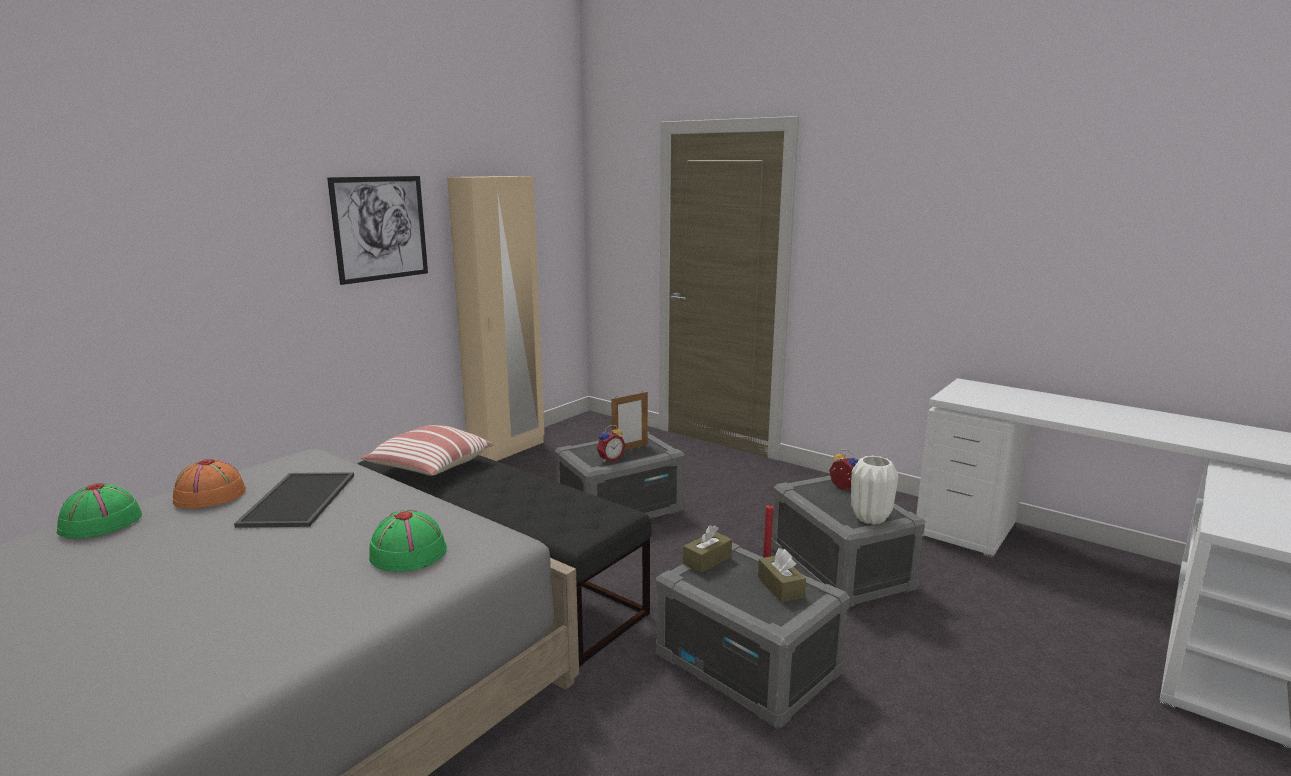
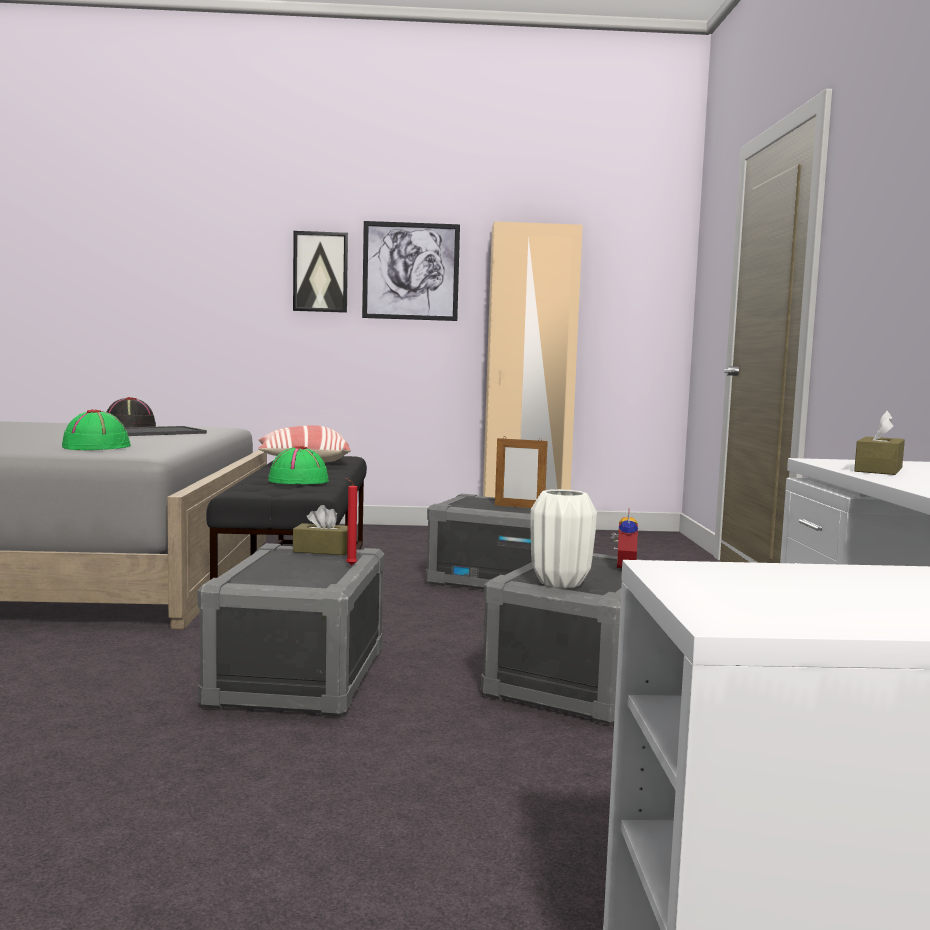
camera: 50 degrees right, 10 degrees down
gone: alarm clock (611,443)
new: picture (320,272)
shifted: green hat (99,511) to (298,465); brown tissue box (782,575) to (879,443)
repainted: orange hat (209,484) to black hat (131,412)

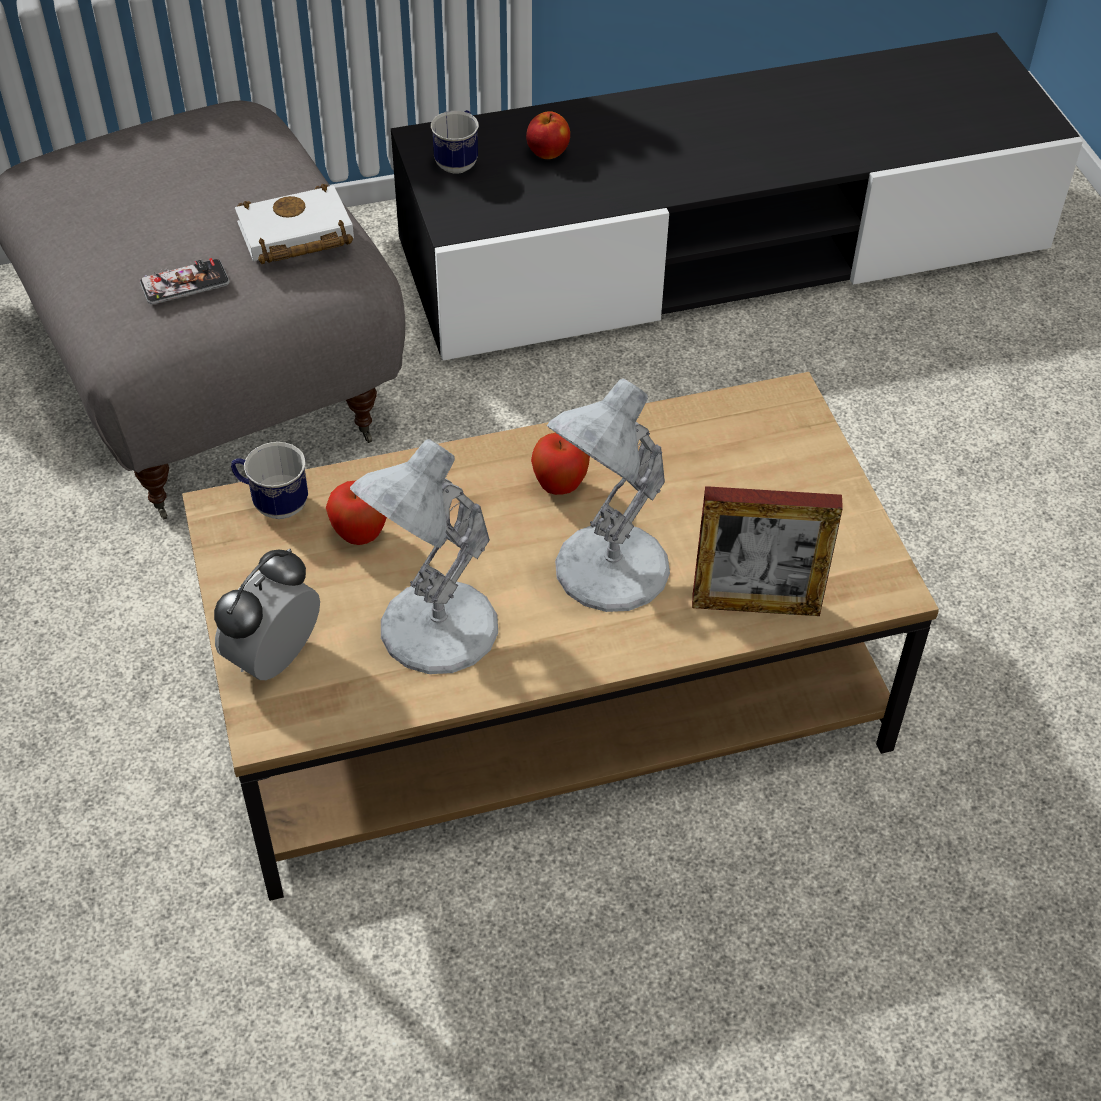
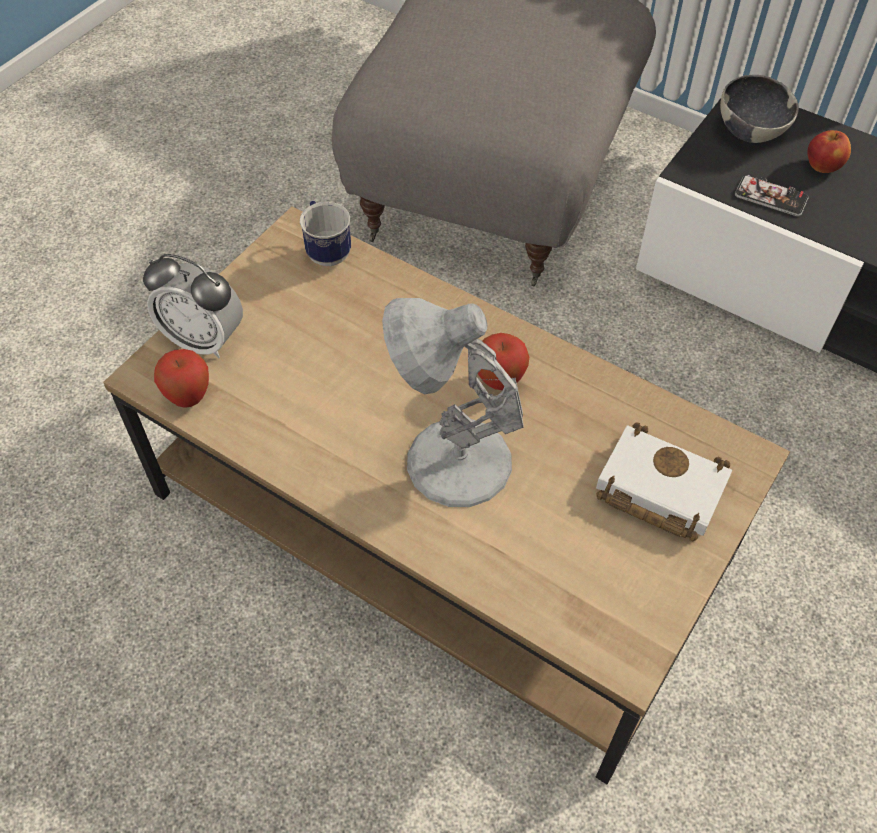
camera: 50 degrees right, 5 degrees up
gone: white table lamp (424,556); picture frame (767,551)
shifted: phone (185,281) to (771,195); white book (294,224) to (664,482); apple (356,512) to (181,378)
swapped: mug (455,142) to bowl (759,109)
rotated: alarm clock (267,614) = (193,306) 150 degrees counterclockwise

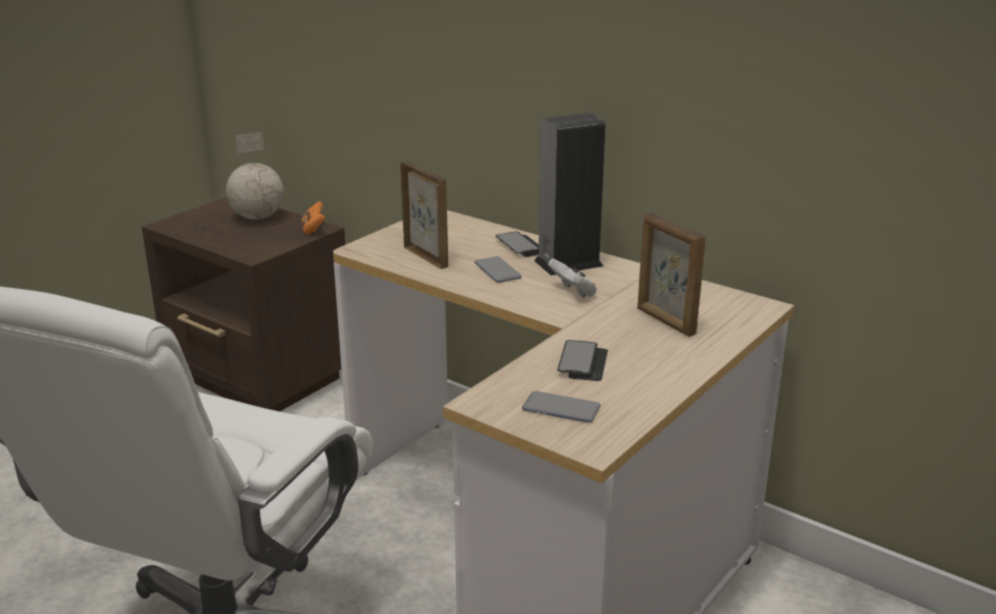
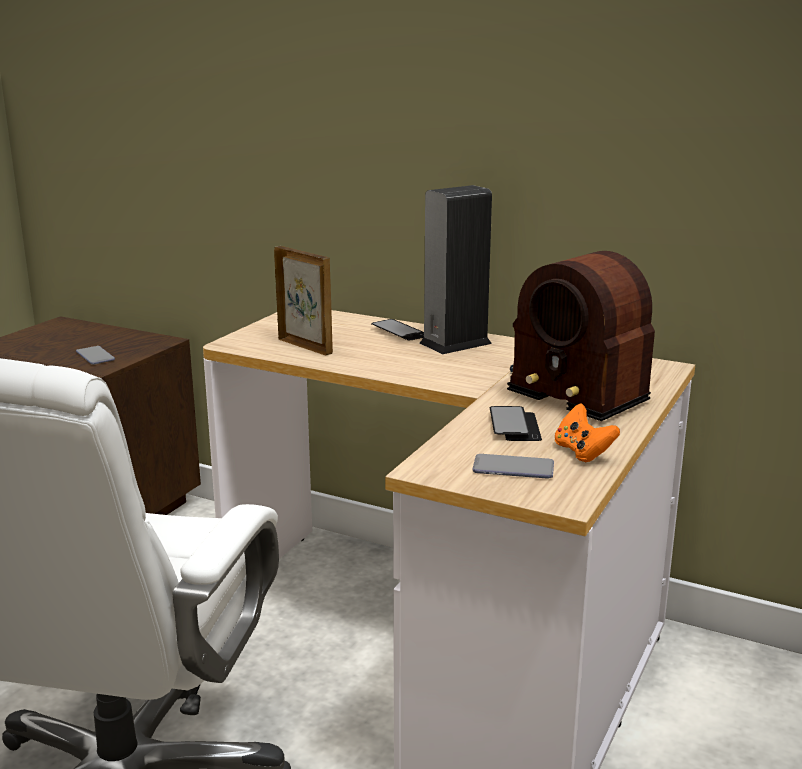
camera: 10 degrees left, 5 degrees down
gone: globe (255,176); white game controller (572,278)
shifted: orange game controller (313,217) to (587,432); phone (497,269) to (95,355)
swapped: picture frame (671,274) to radio (581,336)

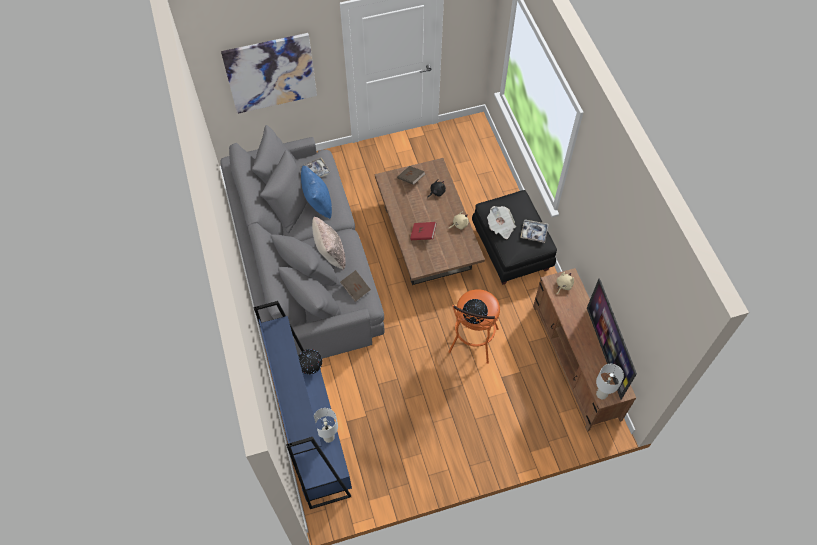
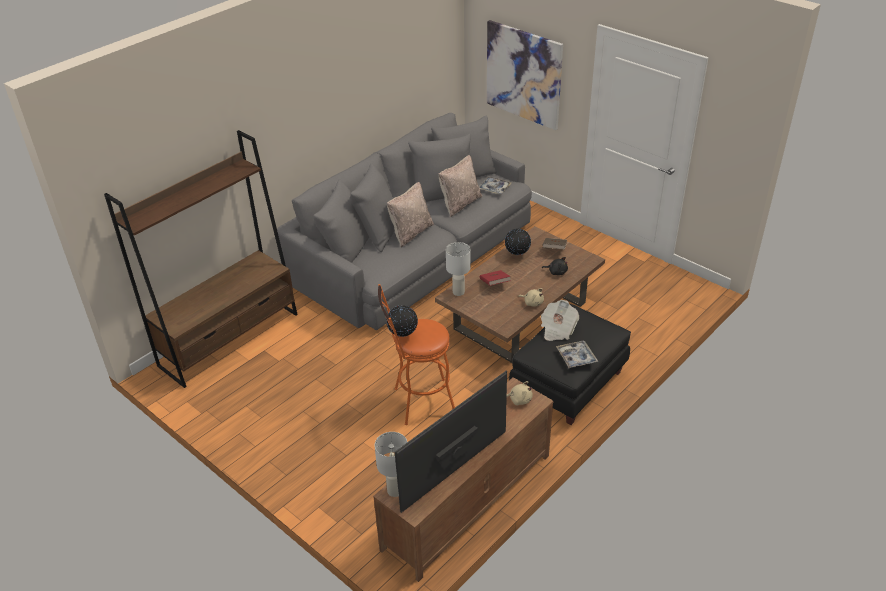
camera: 60 degrees right, 20 degrees down
gone: brown book (355,286)
shifted: globe (310,361) to (518,241); white table lamp (326,425) to (458,269)
repainted: blue bookcase (303,405) to brown bookcase (201,259); blue pillow (316,192) to beige pillow (460,186)

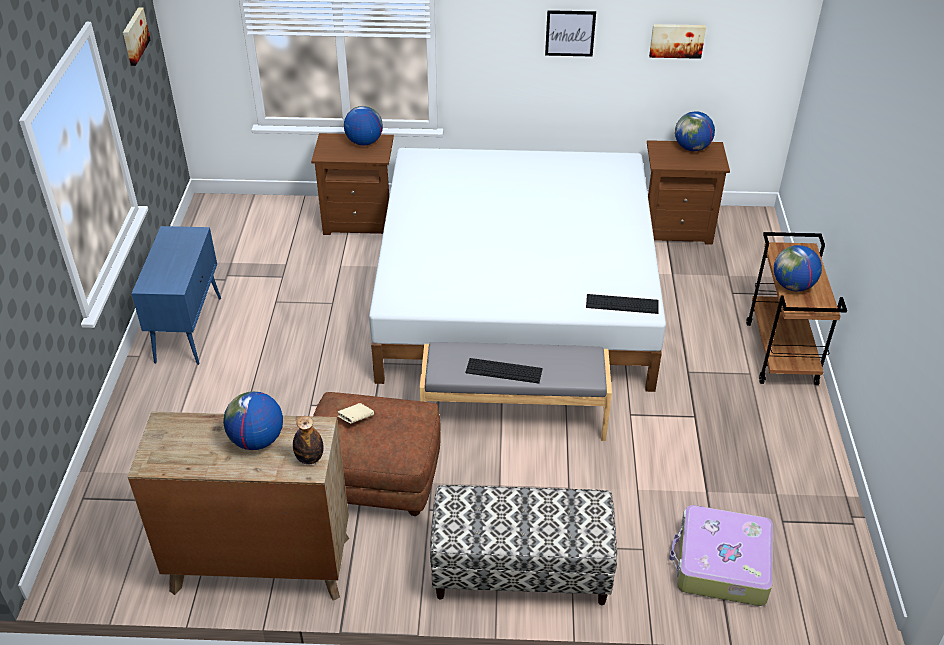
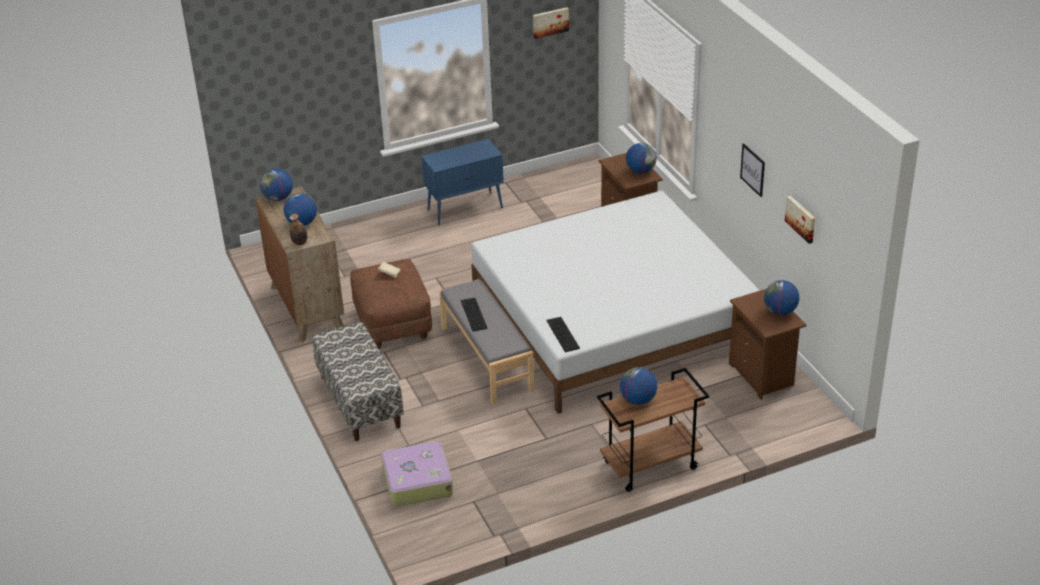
camera: 65 degrees right, 5 degrees down
new: globe (276,185)

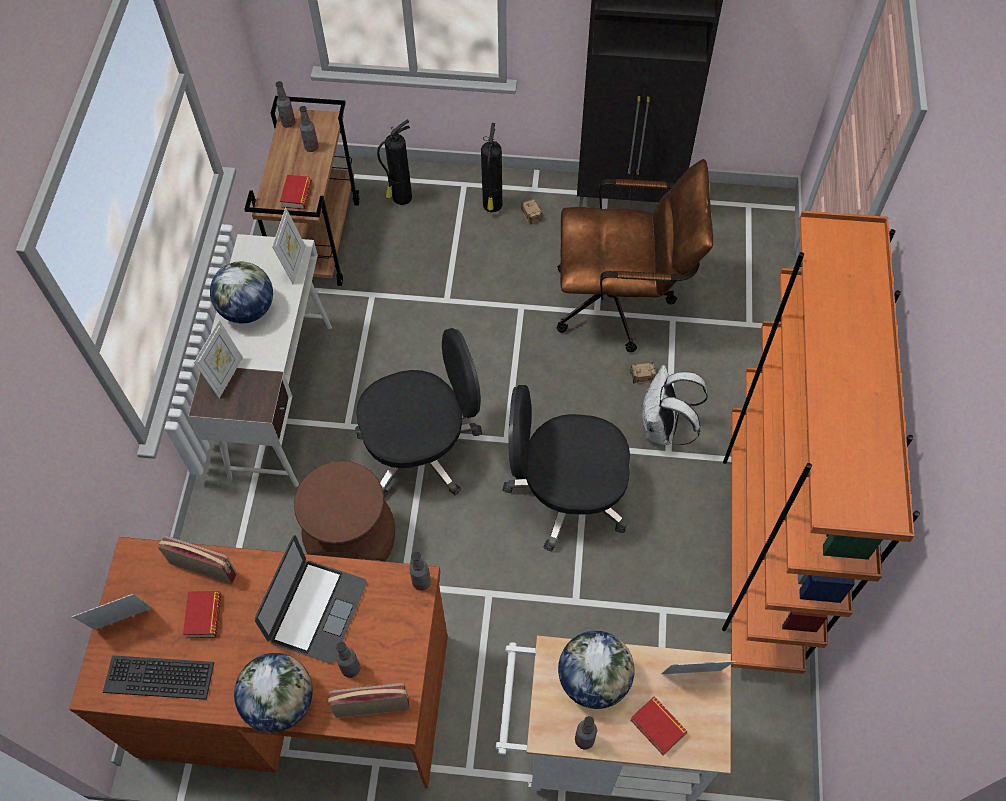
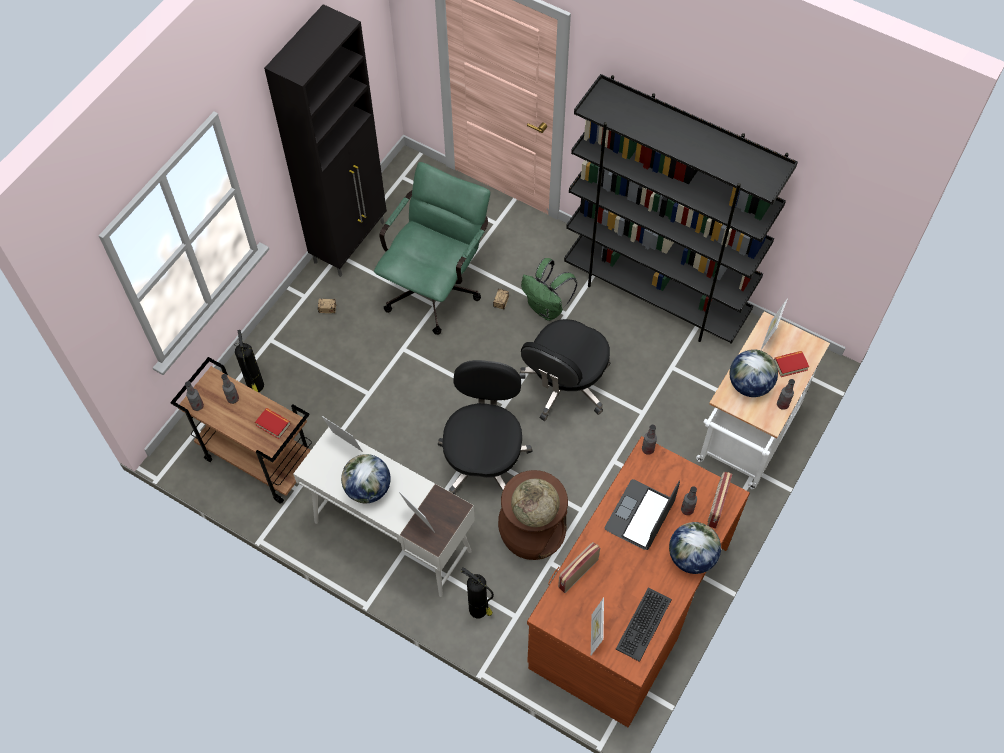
camera: 65 degrees left, 0 degrees up
gone: book (202,614)
new: globe (535,503)
shifted: fire extinguisher (491,167) to (477,592)
repainted: brown office chair (634,255) to green office chair (432,248); white backpack (675,405) to green backpack (549,289); orange bookcase (821,442) to black bookcase (681,209)
rotated: laptop (311,599) = (642,514) 105 degrees counterclockwise

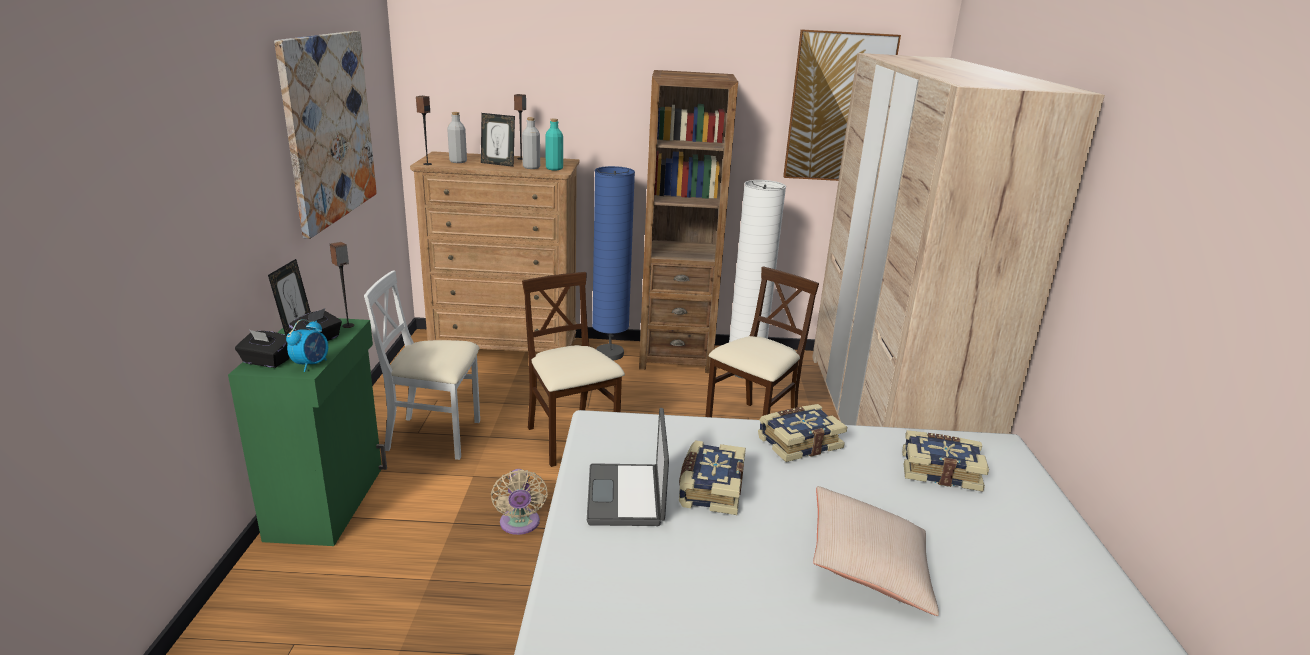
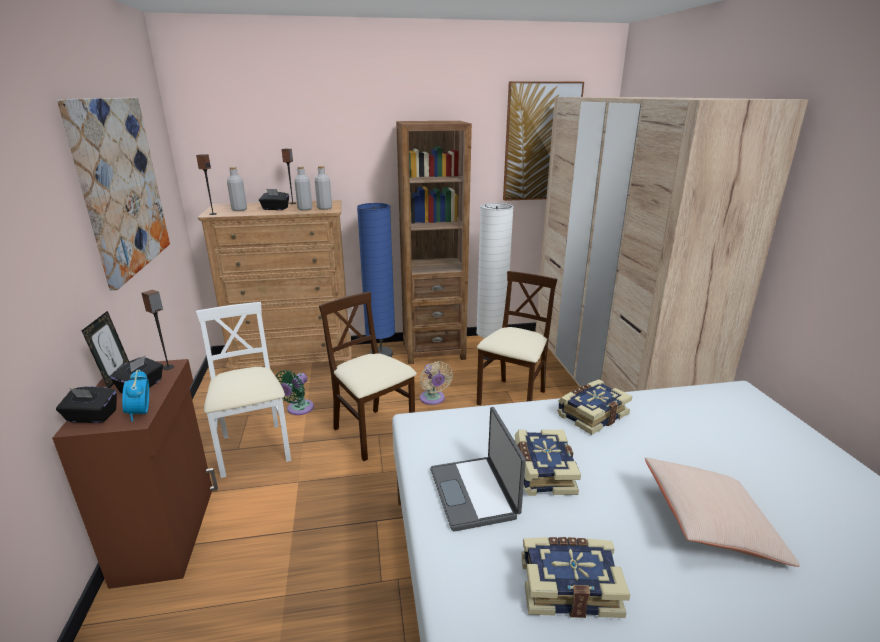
camera: 10 degrees left, 0 degrees up
new: green fan (295,392)
shifted: beige fan (519,502) to (436,383); book (945,461) to (576,577)
swapped: picture frame (498,140) to black tissue box (274,199)
repainted: green cabinet (307,432) to brown cabinet (135,474); turquoise bottle (554,144) to grey bottle (323,188)
rotated: alarm clock (307,345) = (135,396) 150 degrees clockwise; white chair (422,365) = (243,390) 75 degrees clockwise

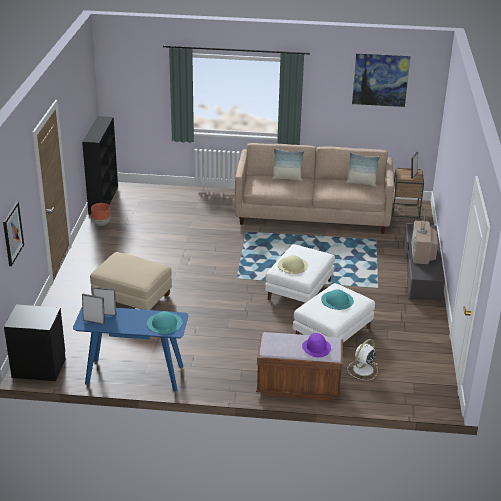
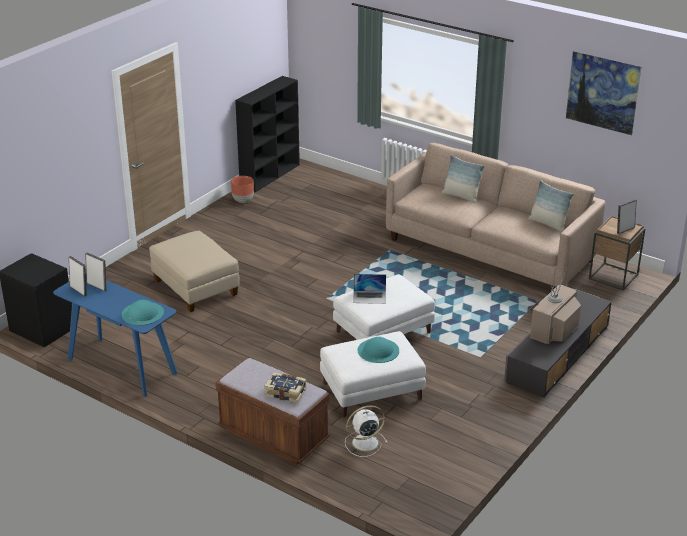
camera: 30 degrees right, 0 degrees up
gone: picture (13,233)
swapped: beige hat (293,264) to laptop (369,289); purple hat (316,345) to book (285,387)

